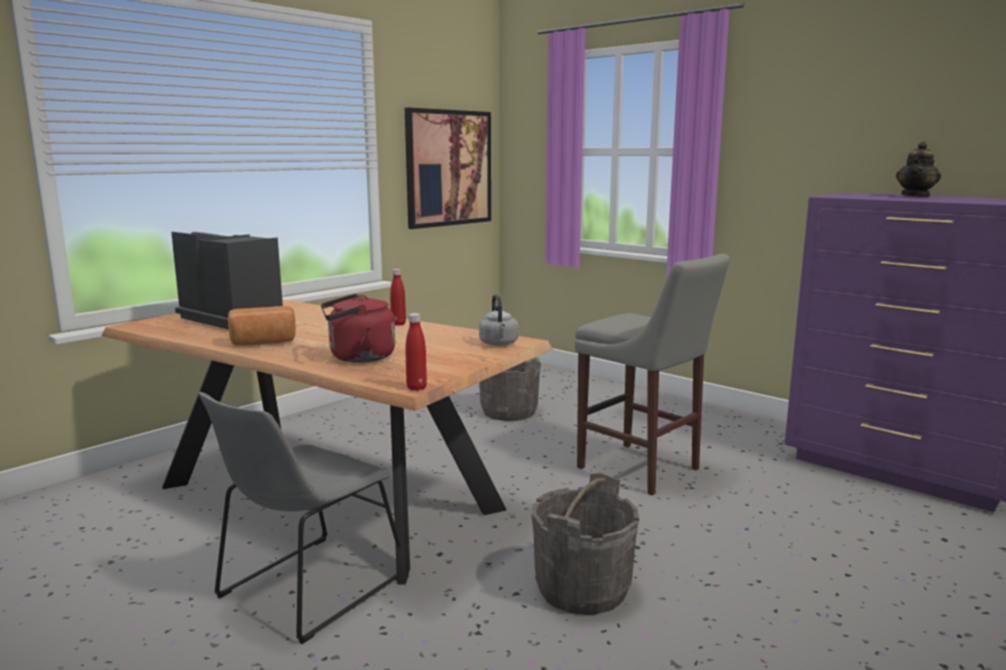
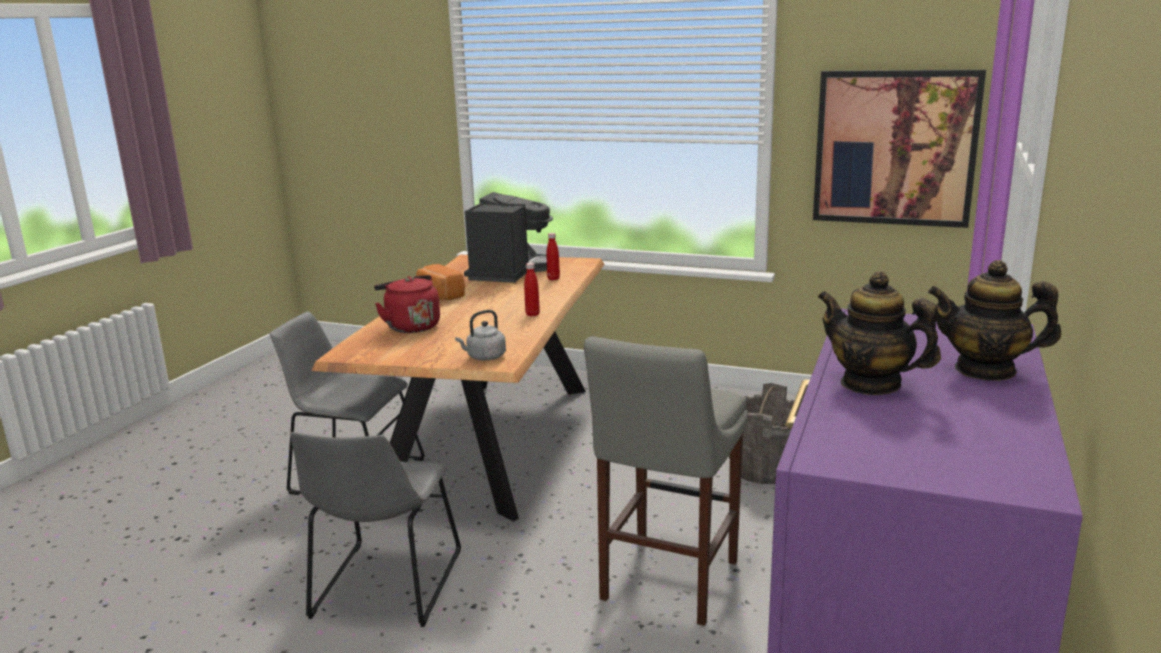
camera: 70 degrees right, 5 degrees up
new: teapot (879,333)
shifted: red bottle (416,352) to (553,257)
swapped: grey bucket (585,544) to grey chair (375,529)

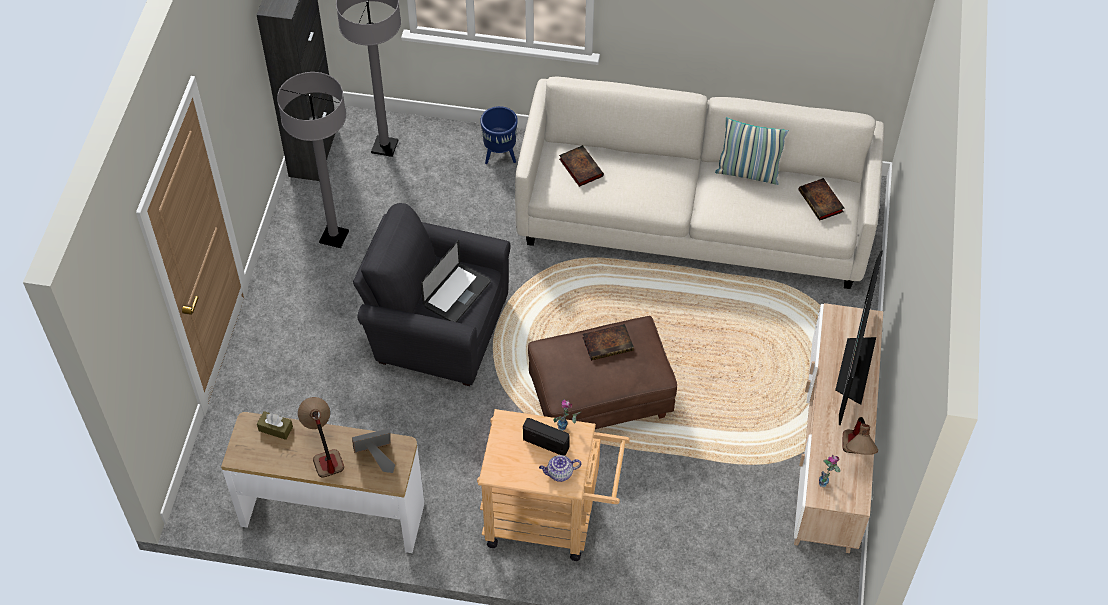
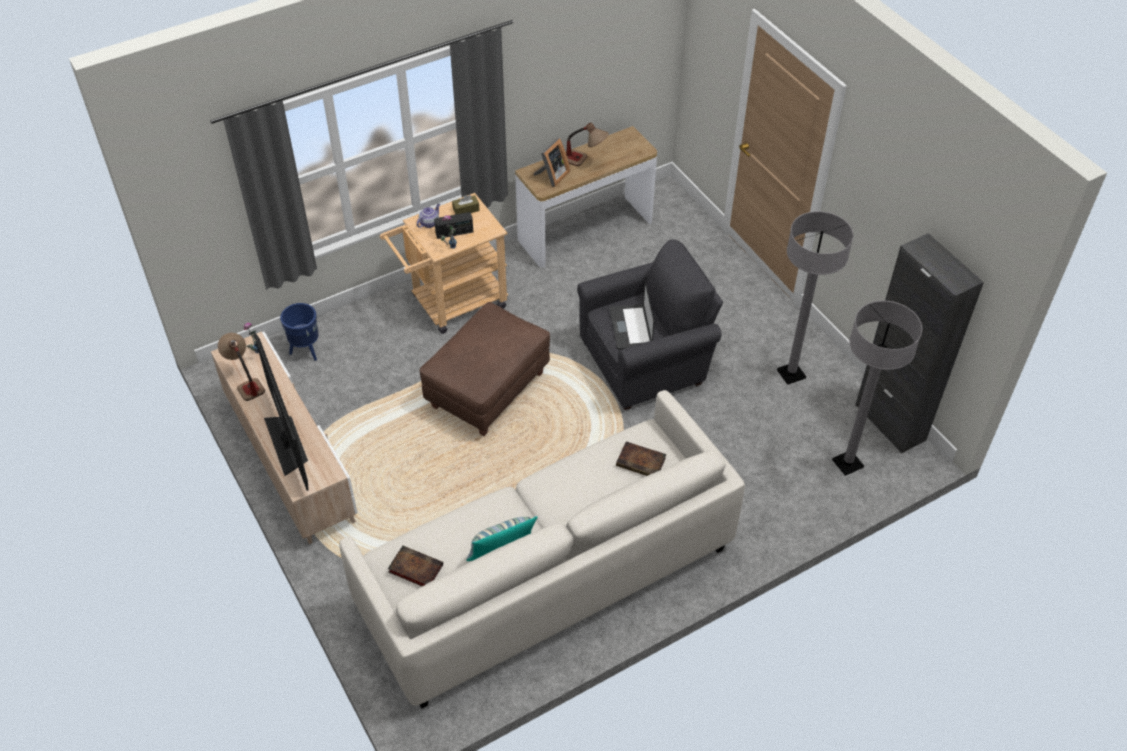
camera: 140 degrees right, 5 degrees down
gone: book (608,342)
shifted: brown tissue box (275,425) to (466,204); blue planter (499,135) to (299,332)

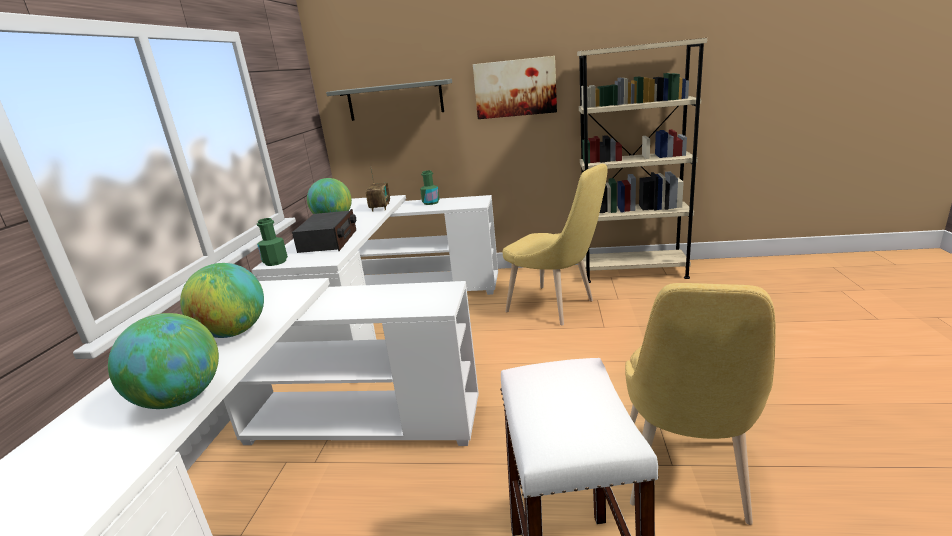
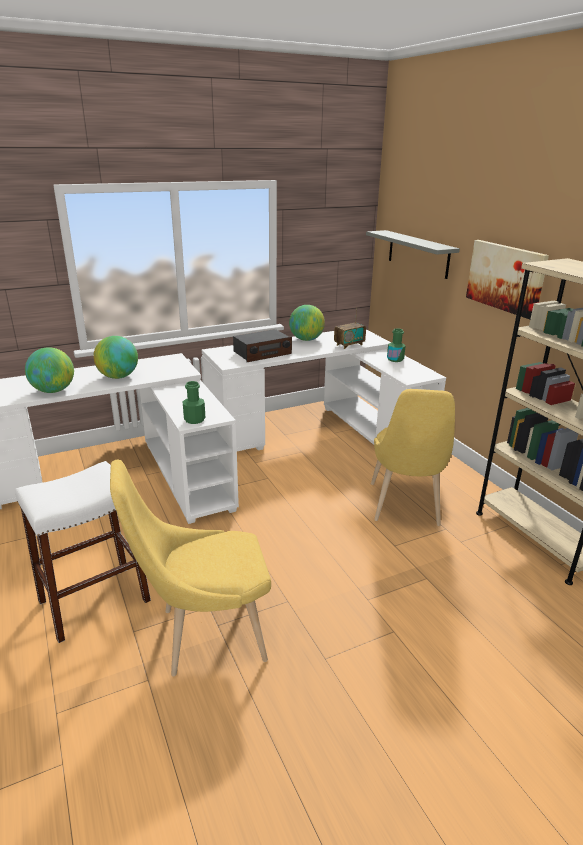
camera: 55 degrees right, 5 degrees up
shifted: green bottle (272,242) to (194,402)

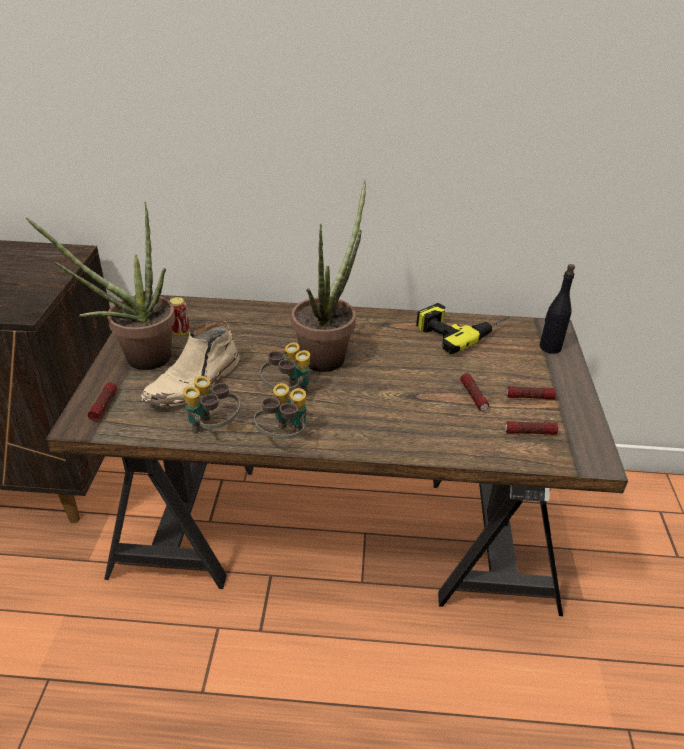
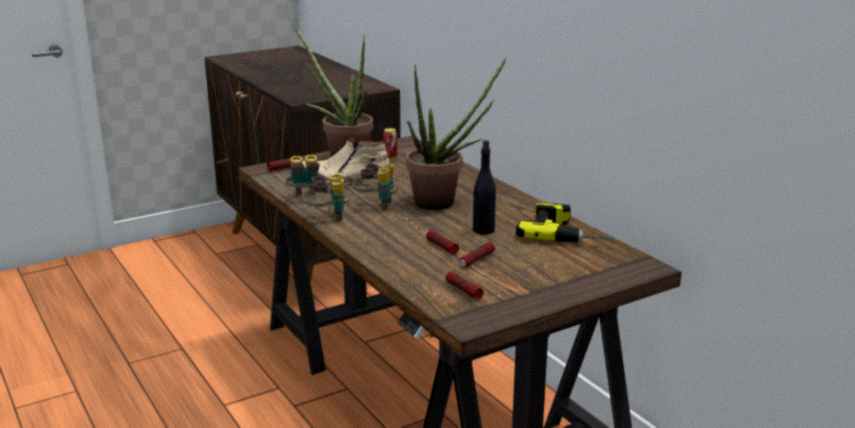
camera: 55 degrees right, 15 degrees down
shifted: flashlight (531,392) to (442,242); black bottle (557,309) to (484,187)

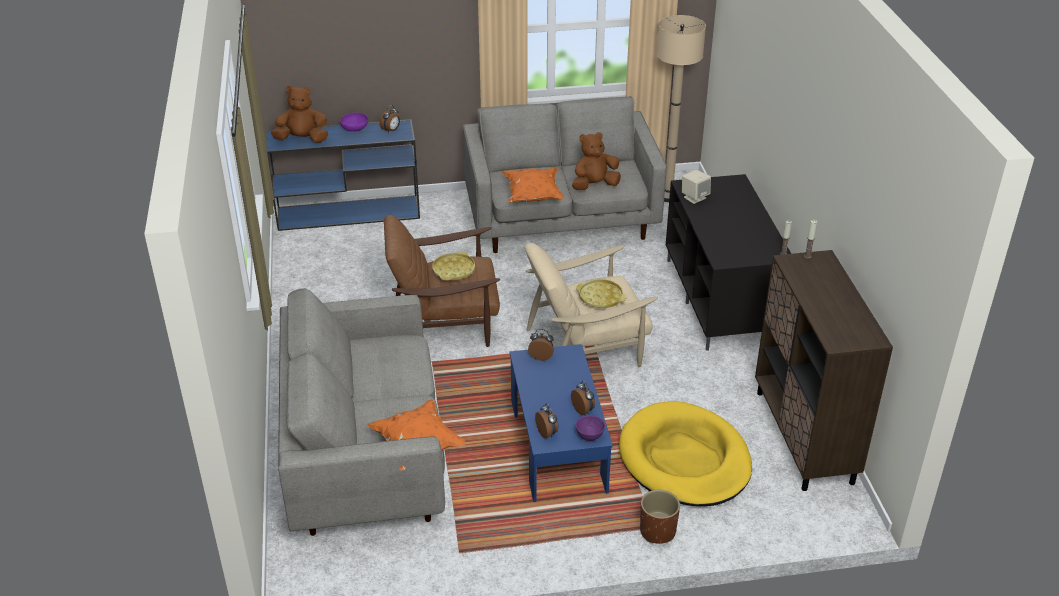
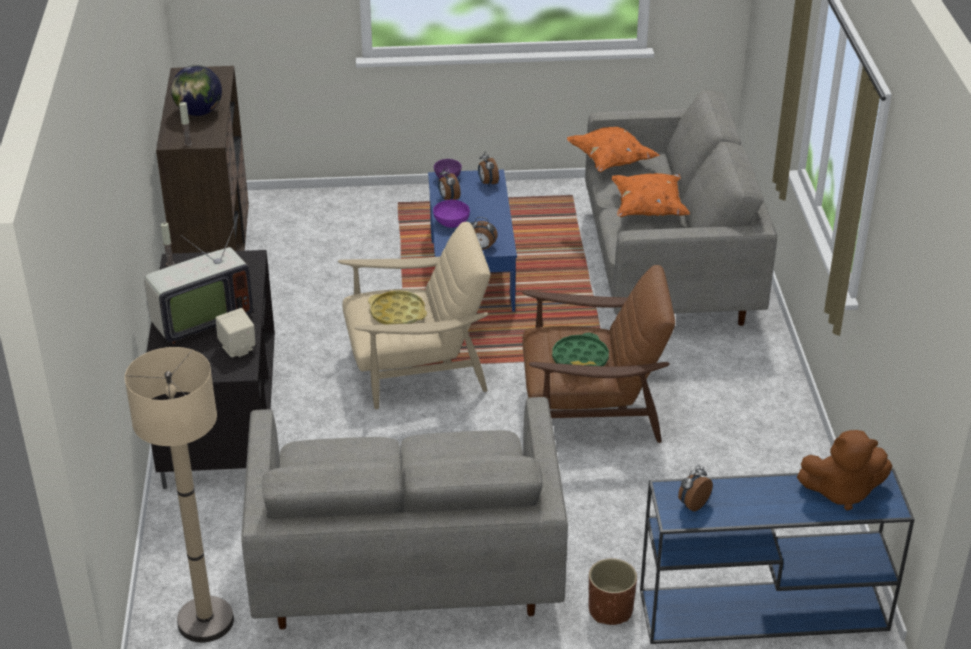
camera: 175 degrees left, 0 degrees up
gone: brown plush toy (596,161); yellow dog bed (685,453)
new: television (198,279); globe (196,90)
shifted: purple bowl (354,122) to (451,214); orange pillow (533,185) to (650,195); brown planter (660,517) to (613,591)
repainted: yellow tray (453,266) to green tray (580,349)

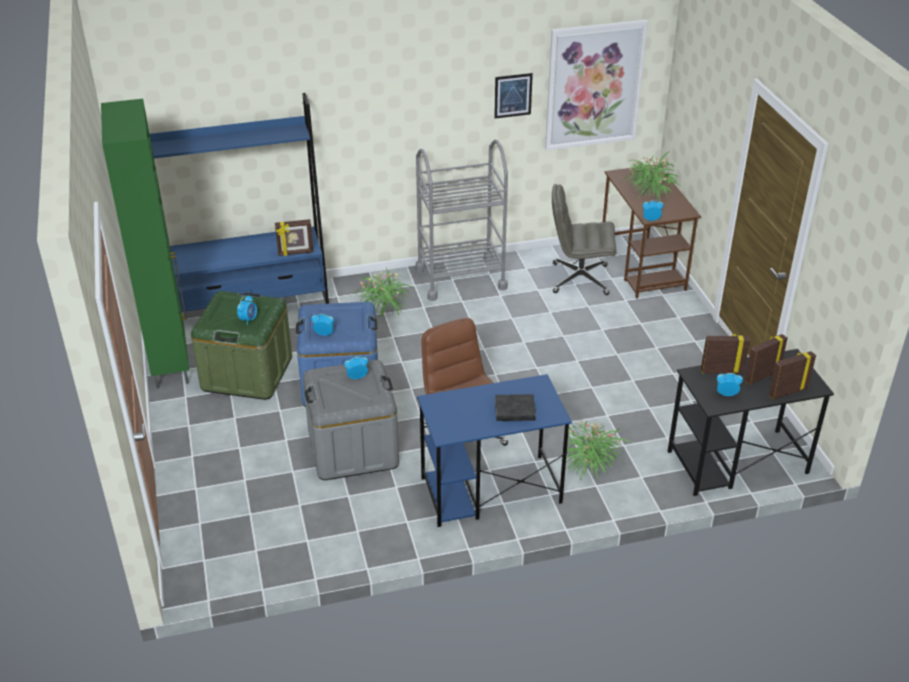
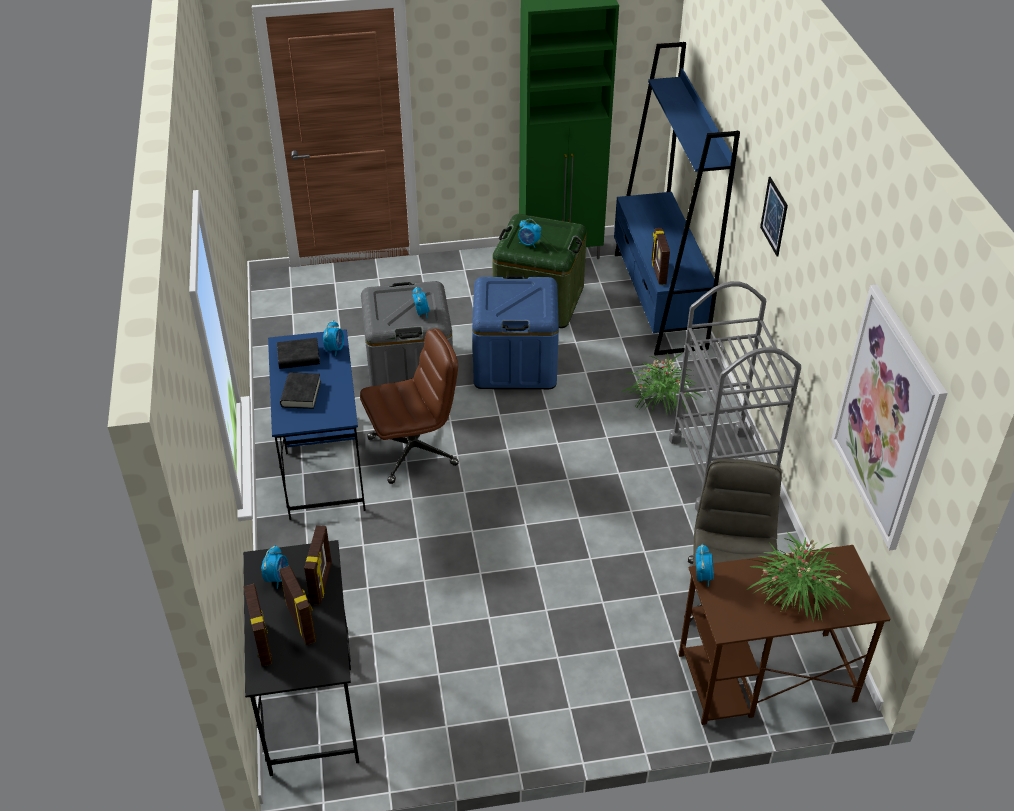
camera: 95 degrees right, 5 degrees up
gone: potted plant (597,450)
new: black book (298,353)
shifted: alarm clock (322,325) to (333,338); picture (513,96) to (774,217)

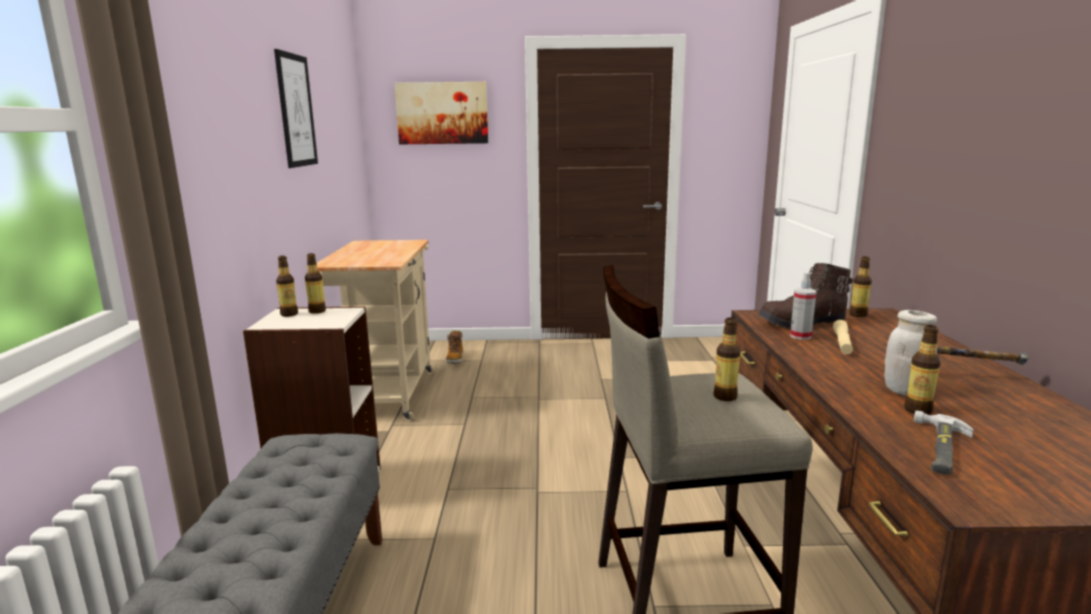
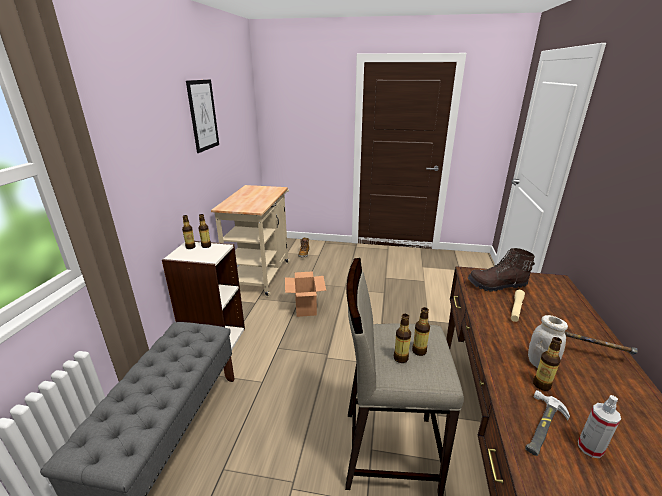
camera: 10 degrees right, 10 degrees up
gone: picture (441,113)
new: cardboard box (305,294)
shifted: spray bottle (803,306) to (599,426); bottle (861,287) to (402,338)

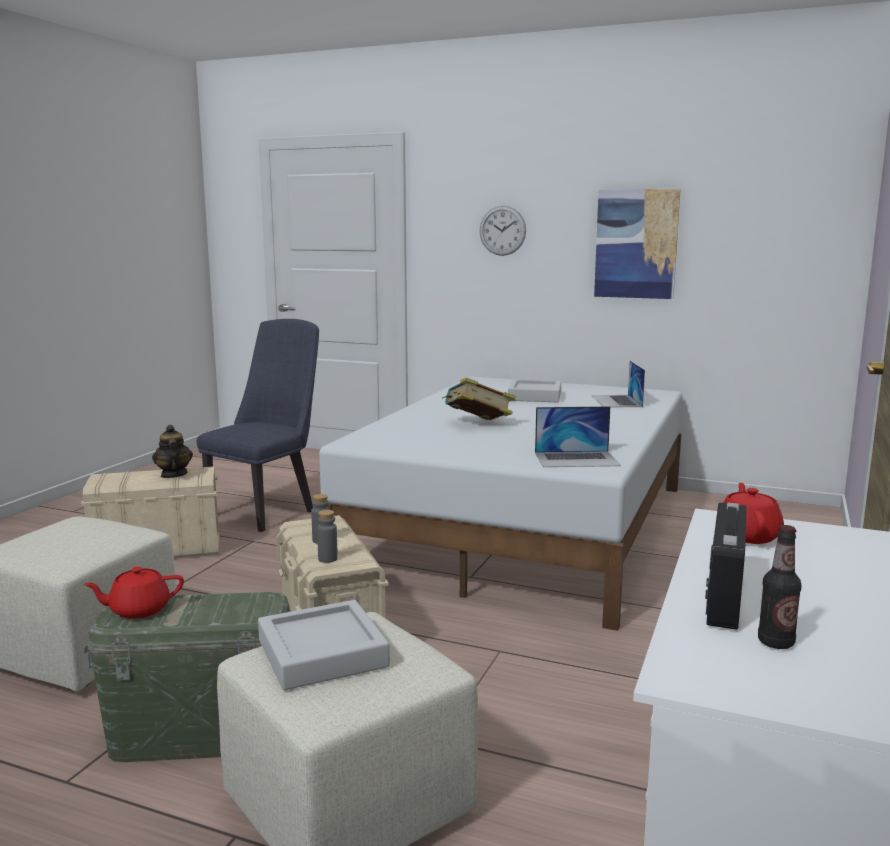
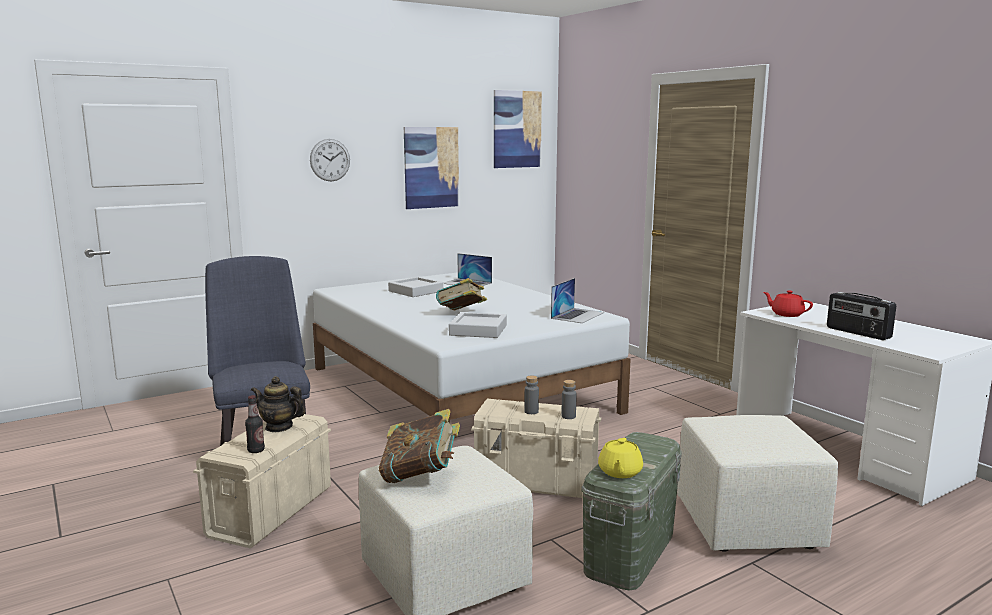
camera: 55 degrees left, 0 degrees up
new: book (419,446); picture (518,129)
shifted: grey tray (324,645) to (478,325); bottle (780,587) to (255,424)
repainted: red teapot (133,593) to yellow teapot (620,458)

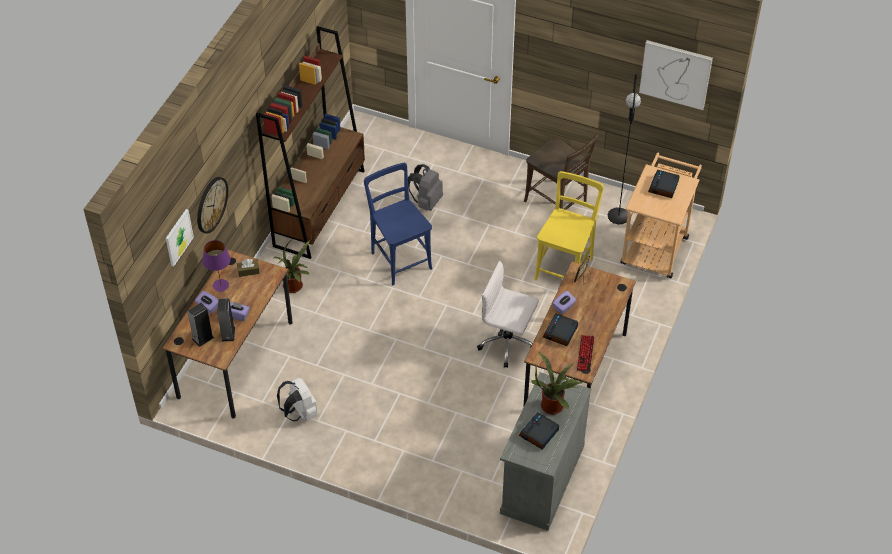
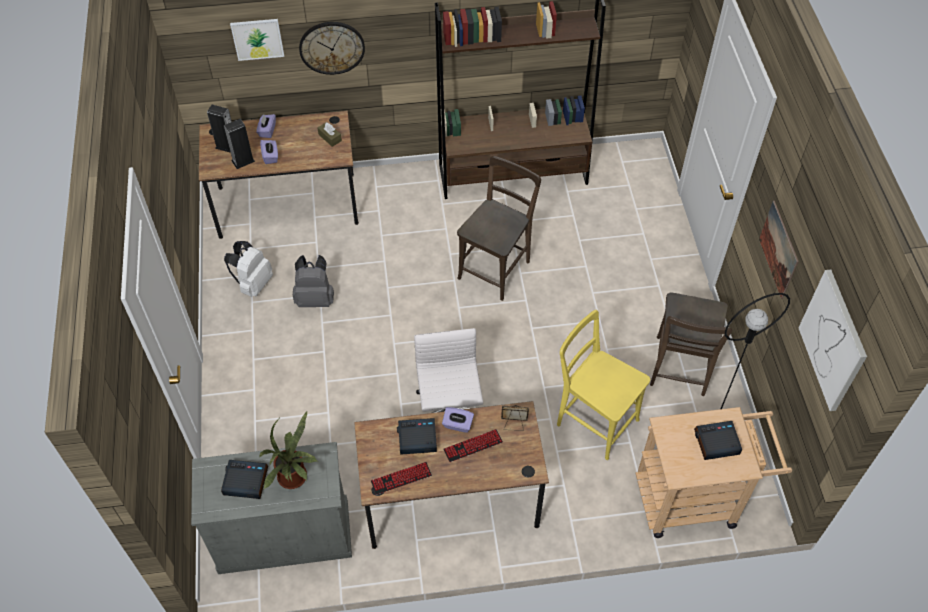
camera: 60 degrees right, 5 degrees up
gone: purple table lamp (216,266); potted plant (291,266)
new: keyboard (473,445); picture (779,250)
shifted: grey backpack (425,187) to (313,281)
repainted: blue chair (398,224) to brown chair (499,228)
rotated: yellow chair (569,225) = (603,385) 135 degrees counterclockwise

